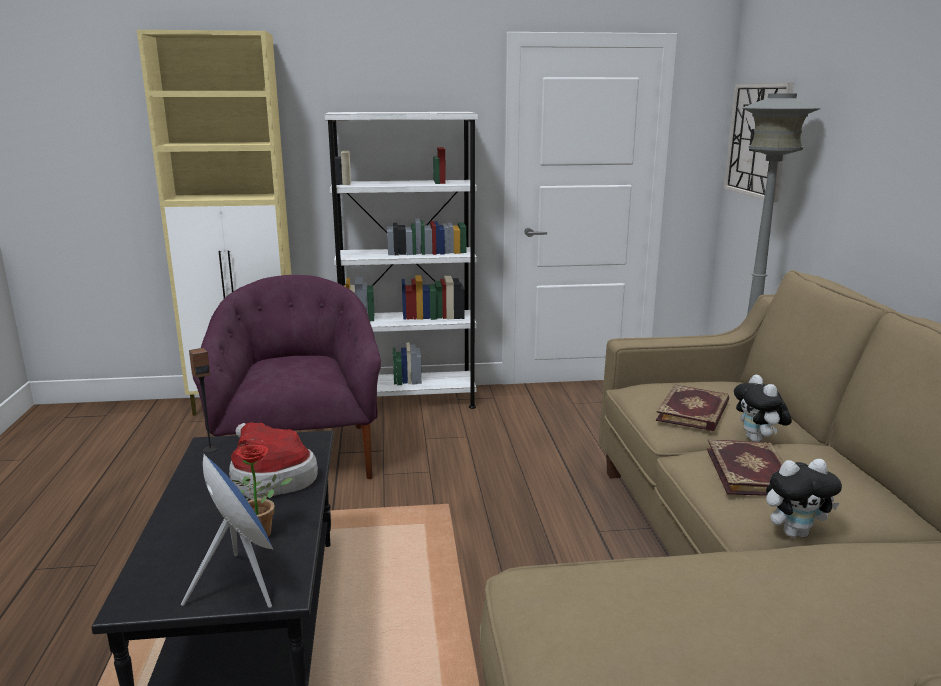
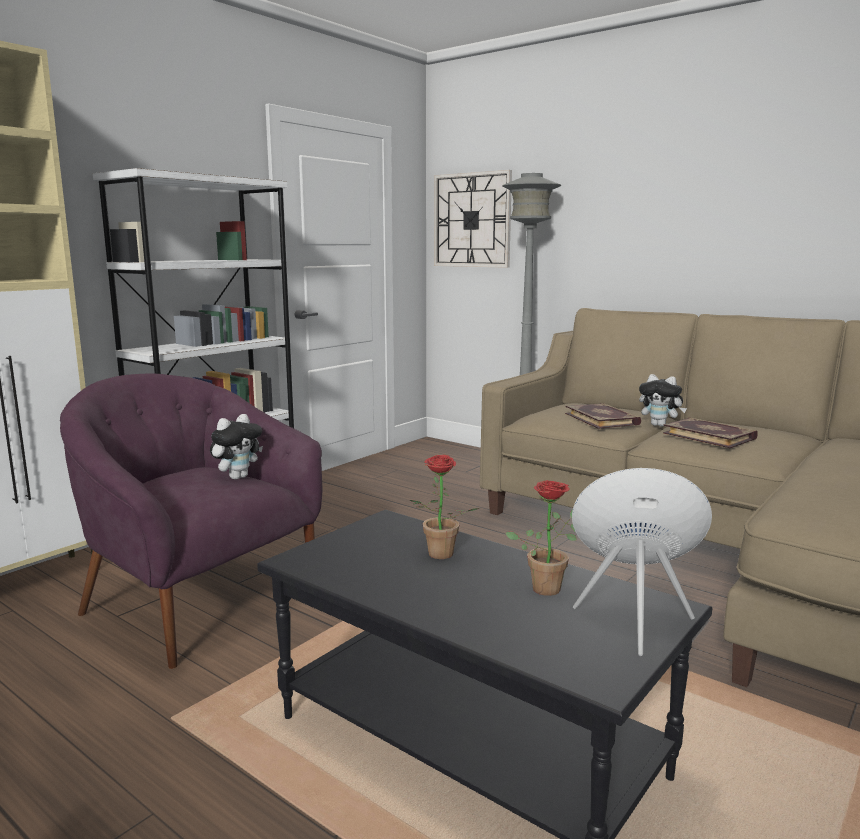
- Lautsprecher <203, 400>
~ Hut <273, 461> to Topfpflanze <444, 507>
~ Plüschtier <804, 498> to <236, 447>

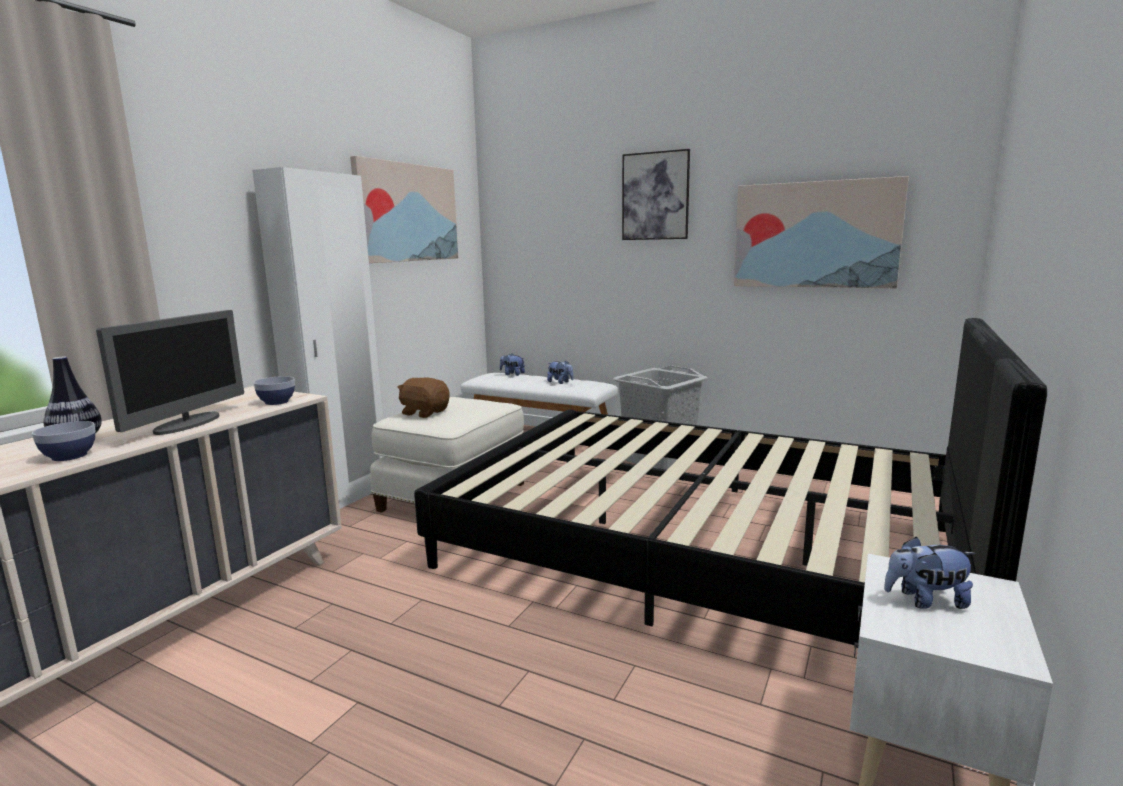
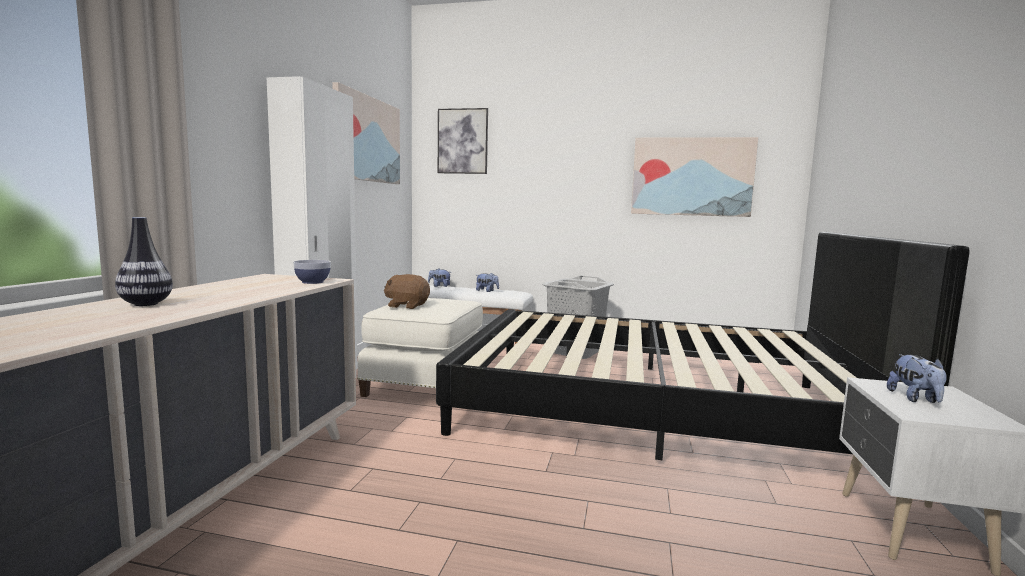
~ Bild <656, 194> to <463, 141>
- Monitor <170, 372>
- Schüssel <64, 441>
~ Plüschtier <929, 573> = <917, 378> 75 degrees counterclockwise

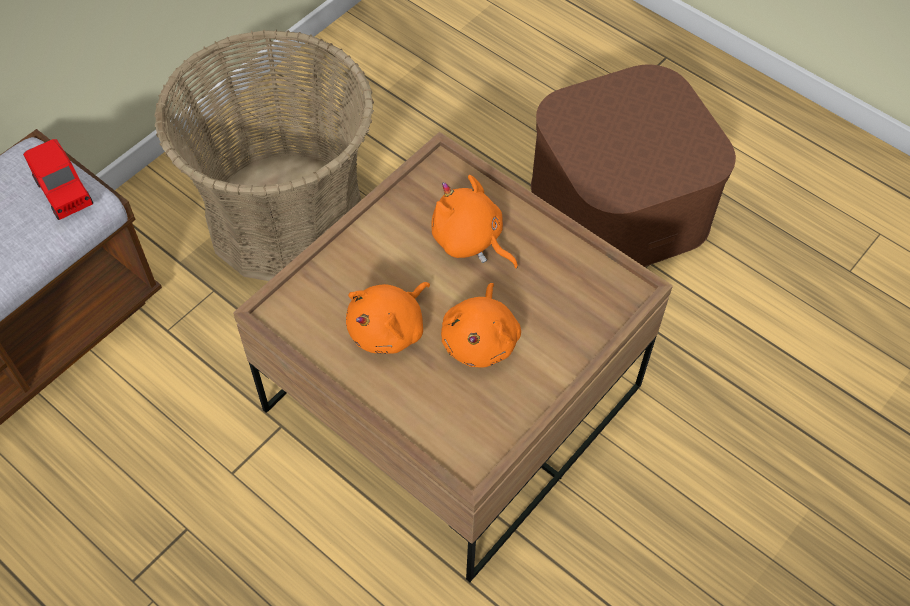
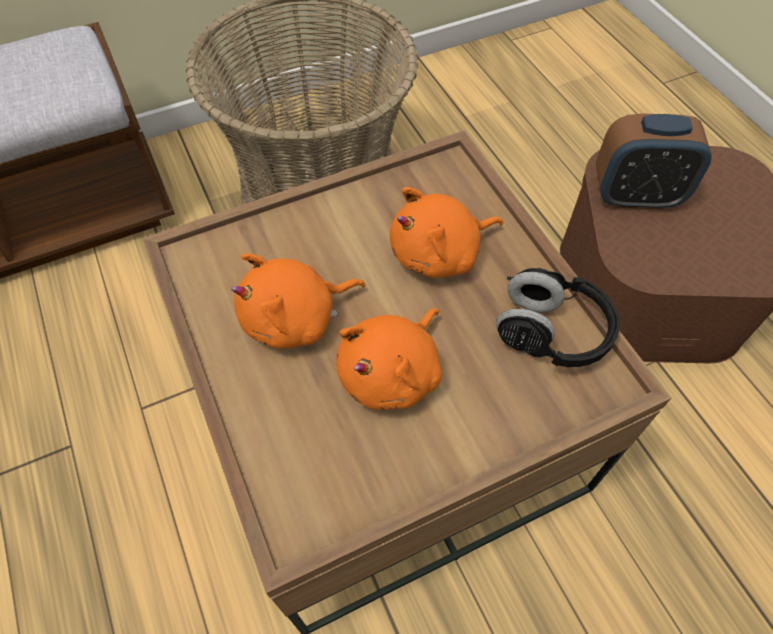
- Spielzeugauto/rot <58, 179>
~ Plüschtier/orange <474, 221> = <446, 232> 90 degrees counterclockwise
+ Wecker <654, 161>
+ Kopfhörer/schwarz <558, 317>

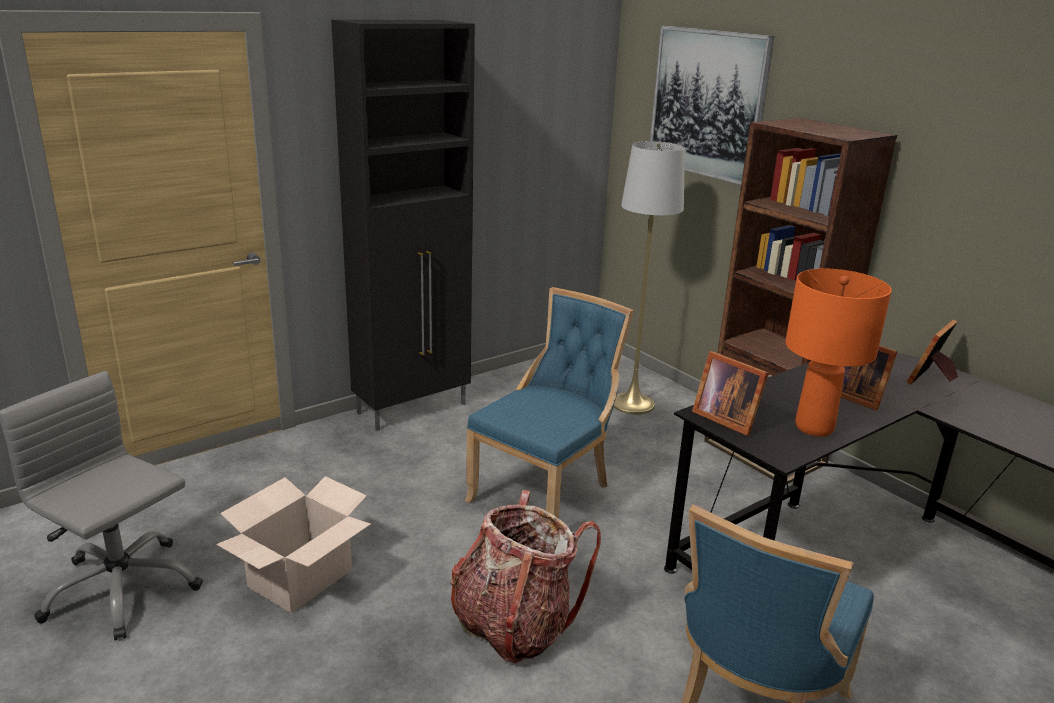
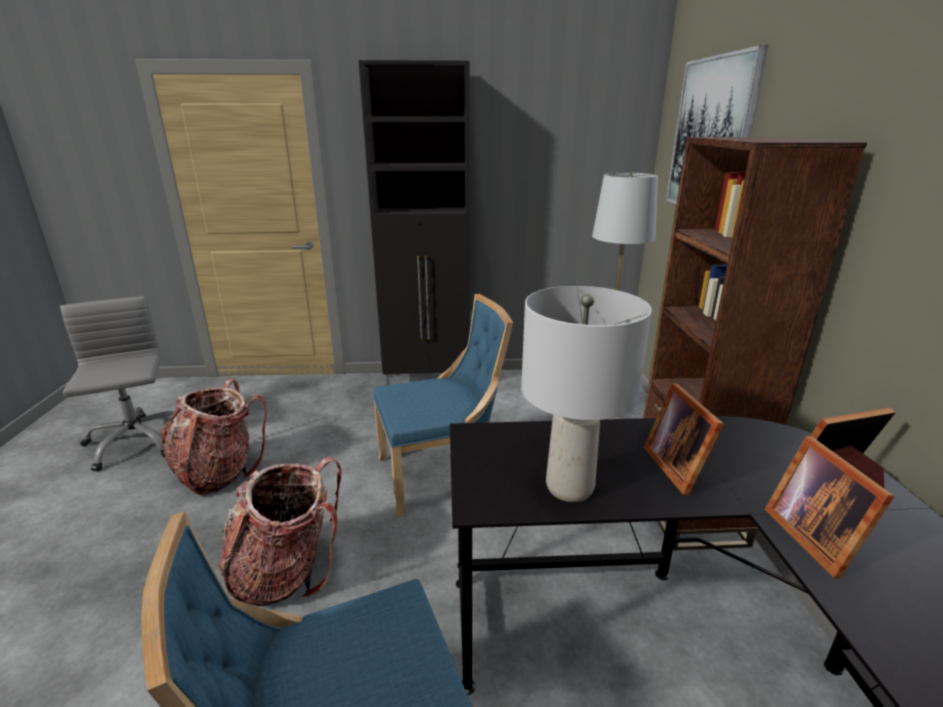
~ Tischlampe/orange <838, 352> to Tischlampe/grau <586, 394>
~ Bilderrahmen <730, 393> to <830, 507>
~ Karton <293, 544> to Rucksack <213, 437>

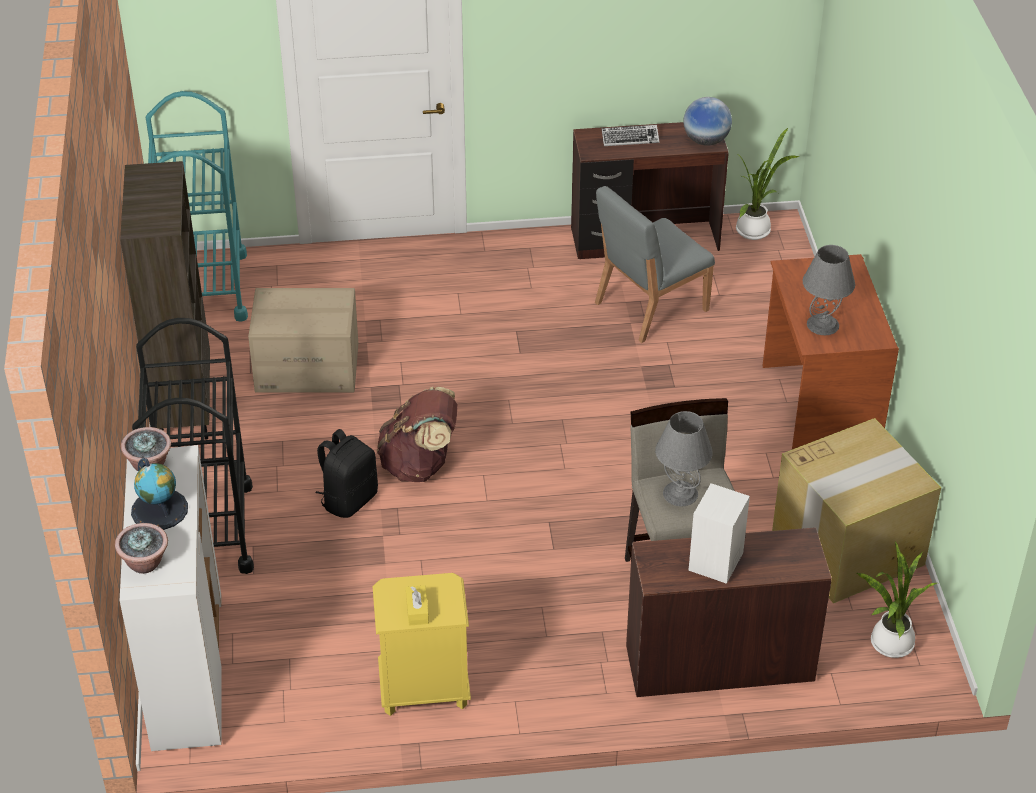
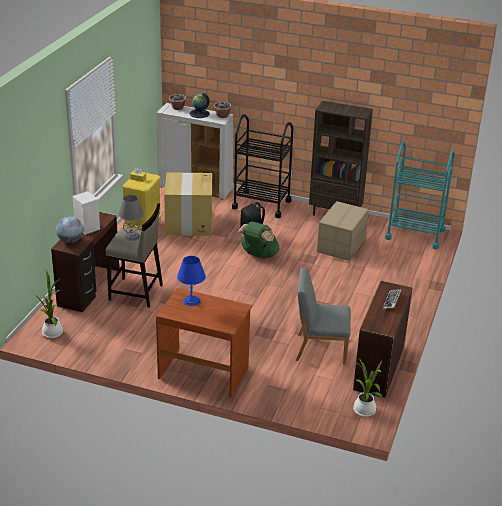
~ Globus <707, 121> to <69, 229>
~ Stuhl/grau <655, 264> = <323, 316> 75 degrees counterclockwise
~ Tischlampe/grau <829, 290> to Tischlampe/blau <191, 281>
~ Rucksack/braun <417, 434> to Rucksack/grün <259, 240>
~ Karton <856, 510> to <188, 204>

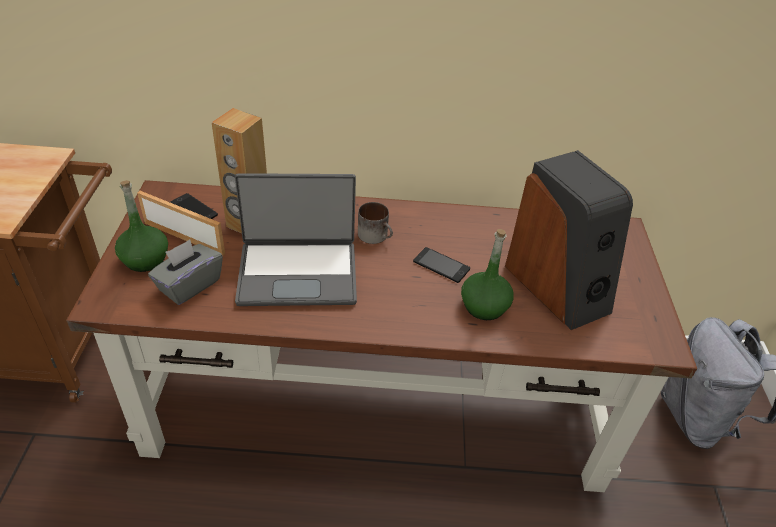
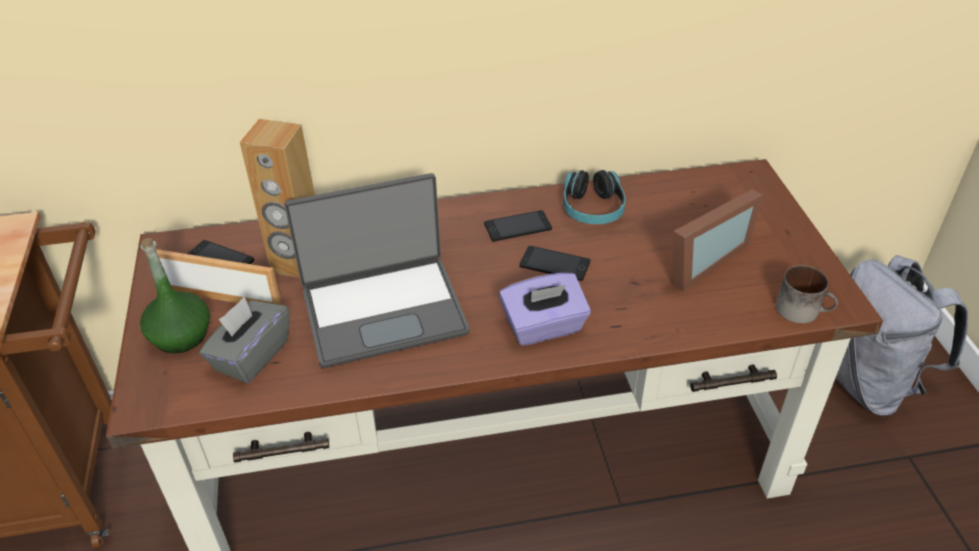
~ Lautsprecher <569, 240> to Bilderrahmen <718, 240>
~ Henkelbecher <375, 223> to <807, 294>
- Flasche/grün <487, 274>
+ Kopfhörer <595, 197>
+ Handy <518, 226>
+ Taschentuchbox/lila <545, 309>

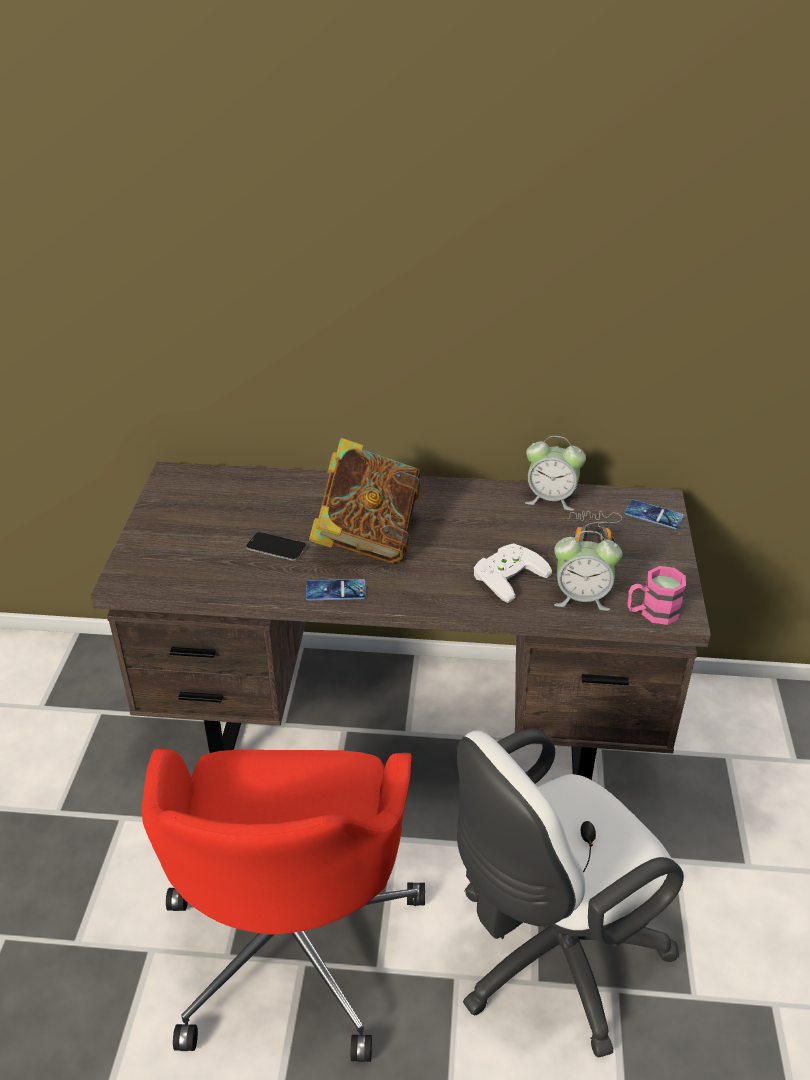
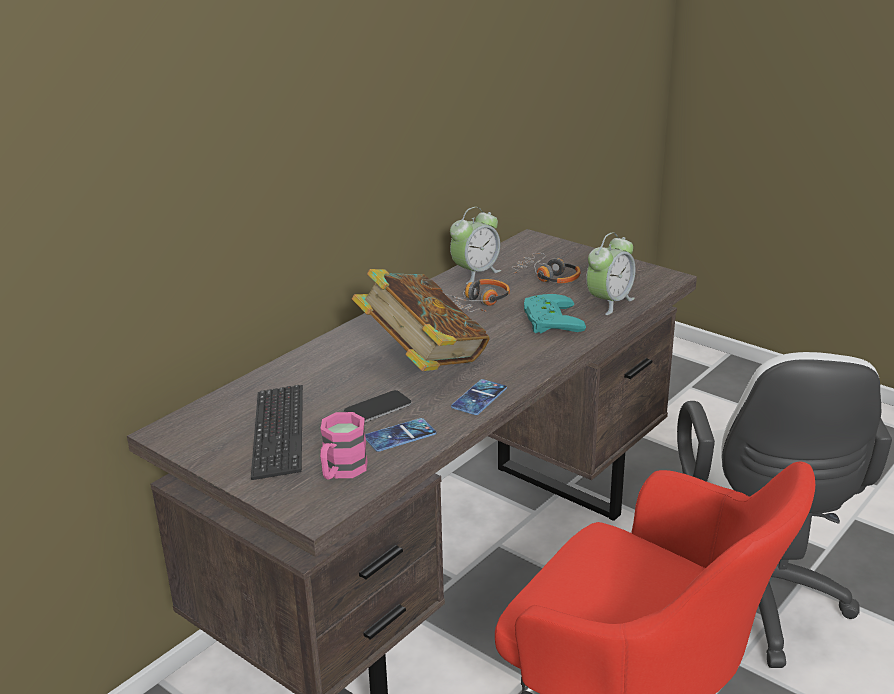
~ Handy <654, 514> to <400, 435>
~ Gamepad/weiß <513, 573> to Gamepad/türkis <555, 313>
~ Henkelbecher/rosa <656, 595> to <344, 445>
+ Kopfhörer <477, 295>
+ Tastatur <277, 432>

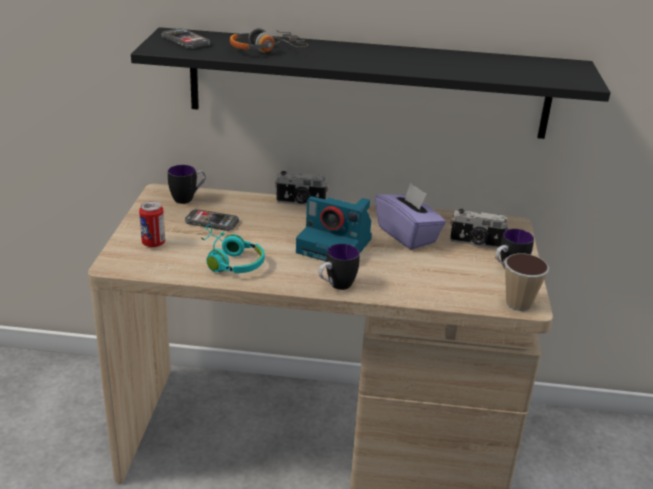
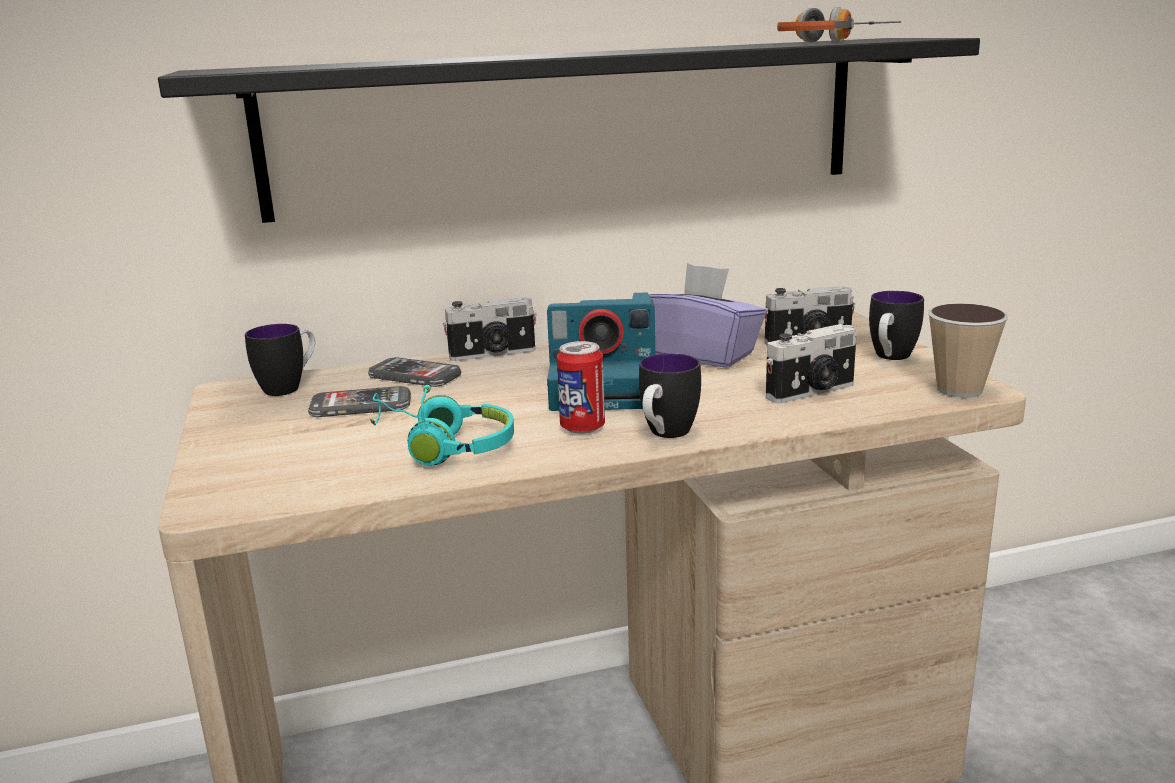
~ Handy <185, 38> to <414, 372>
~ Kopfhörer <269, 40> to <839, 25>
~ Dose <152, 224> to <581, 387>
+ Kamera <811, 363>

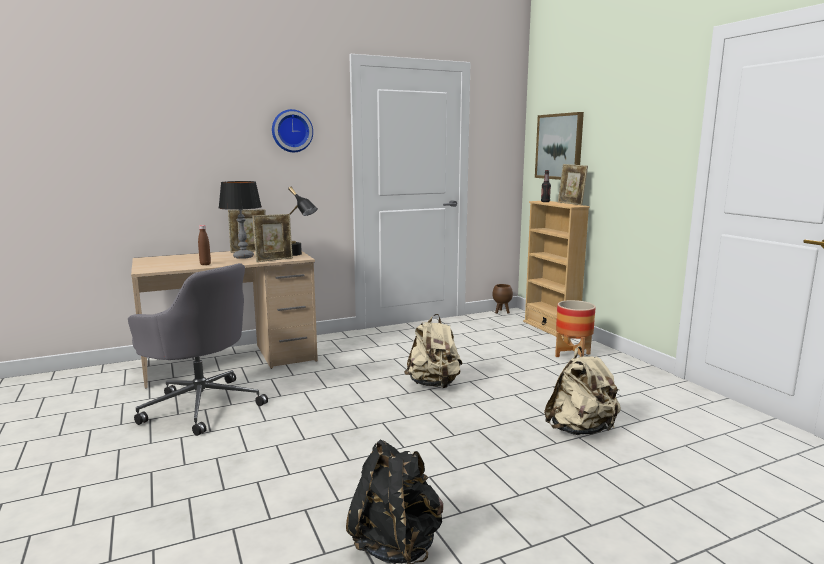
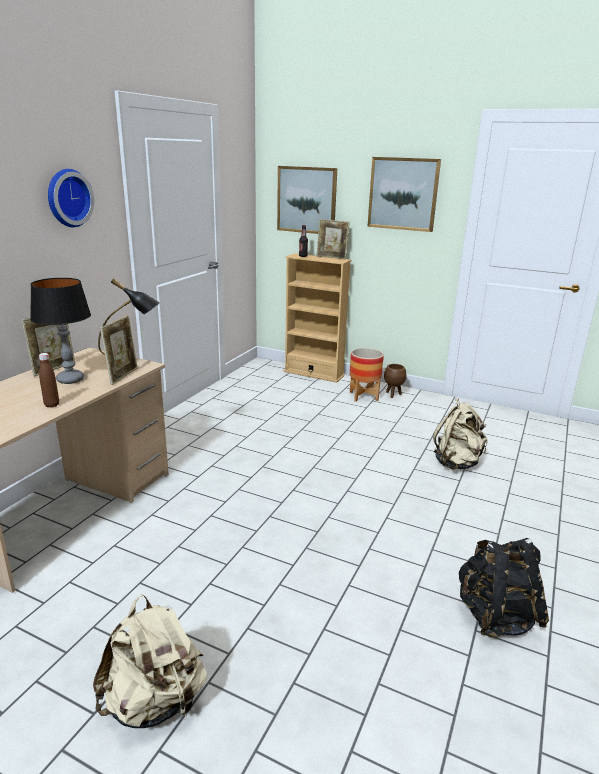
- Bürostuhl/grau <198, 349>
~ Pflanzkübel/braun <502, 299> to <395, 381>
~ Rucksack/beige <433, 351> to <150, 661>
+ Bild <404, 194>

